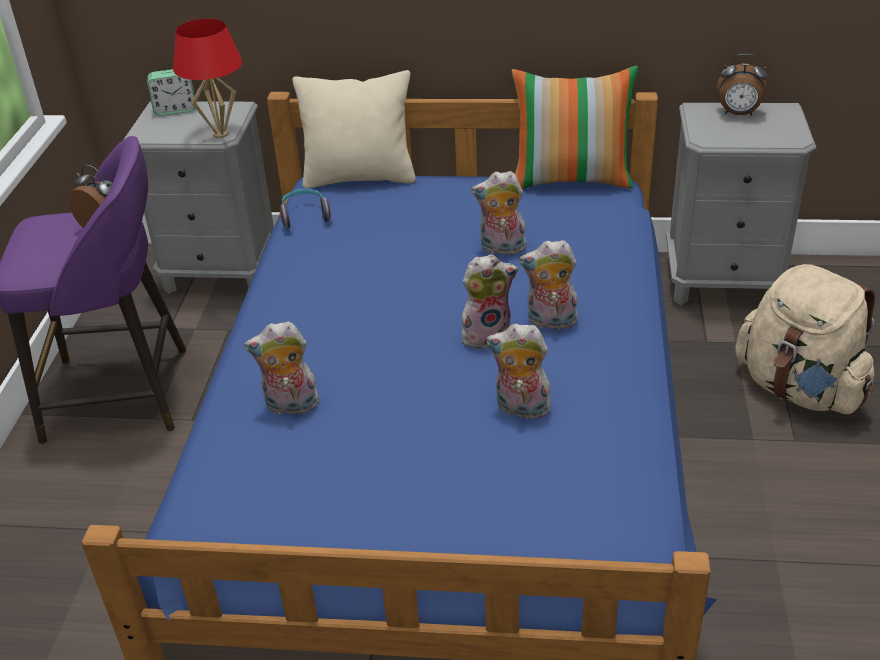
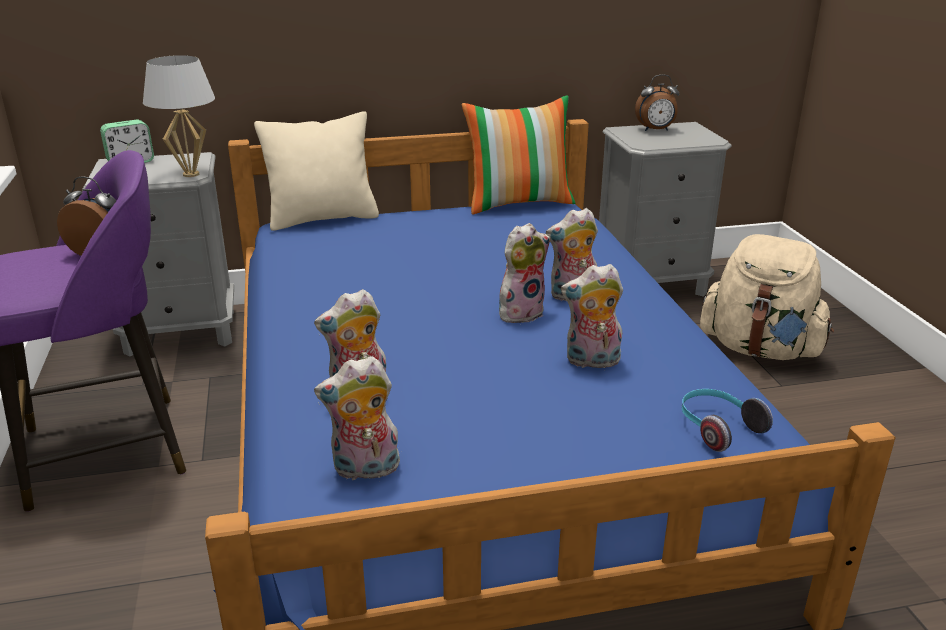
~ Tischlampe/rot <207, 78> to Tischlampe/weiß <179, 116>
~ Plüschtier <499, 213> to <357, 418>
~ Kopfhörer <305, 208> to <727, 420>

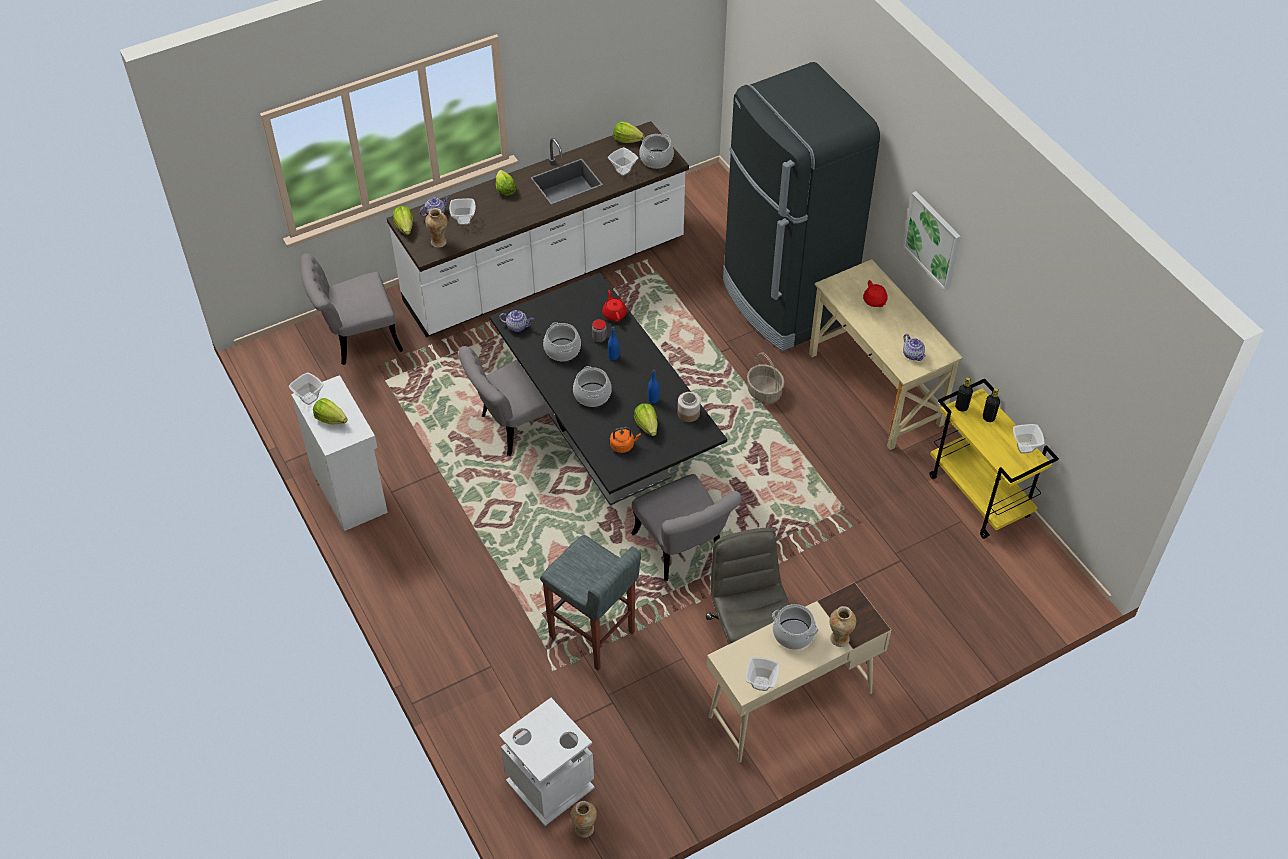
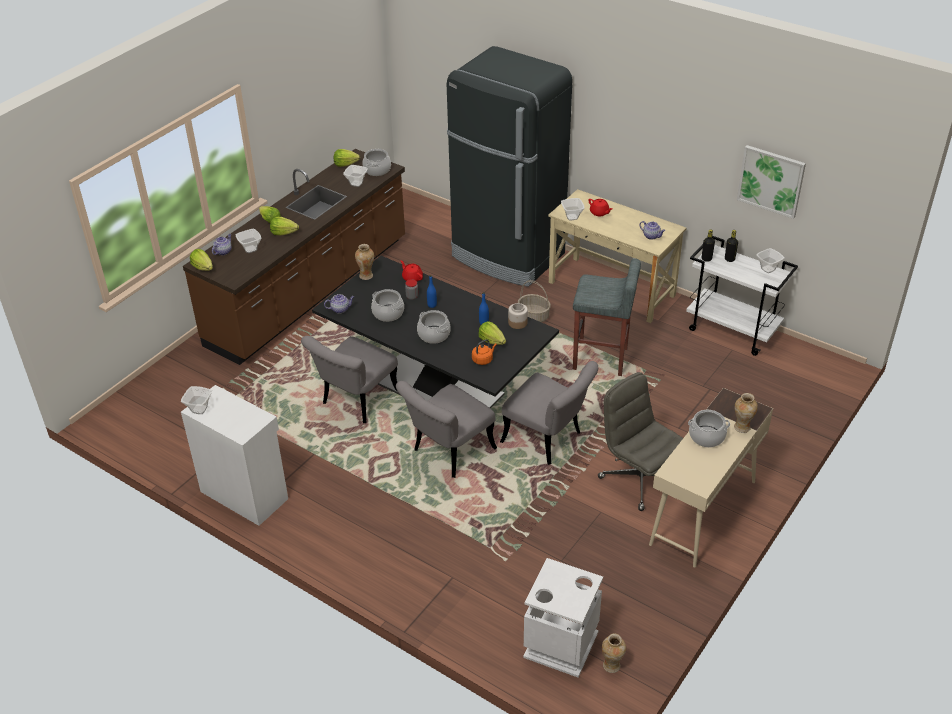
~ Küchenzeile/weiß <538, 229> to Küchenzeile/braun <294, 257>
~ Bild <931, 241> to <771, 182>
~ Vase <436, 228> to <364, 262>
~ Stuhl/grau <351, 309> to <446, 429>
~ Rollwagen/gelb <994, 458> to Rollwagen/weiß <742, 296>
~ Salatkopf <330, 411> to <284, 226>
~ Hocker/grau <590, 603> to <607, 317>
~ Schüssel <762, 674> to <572, 209>

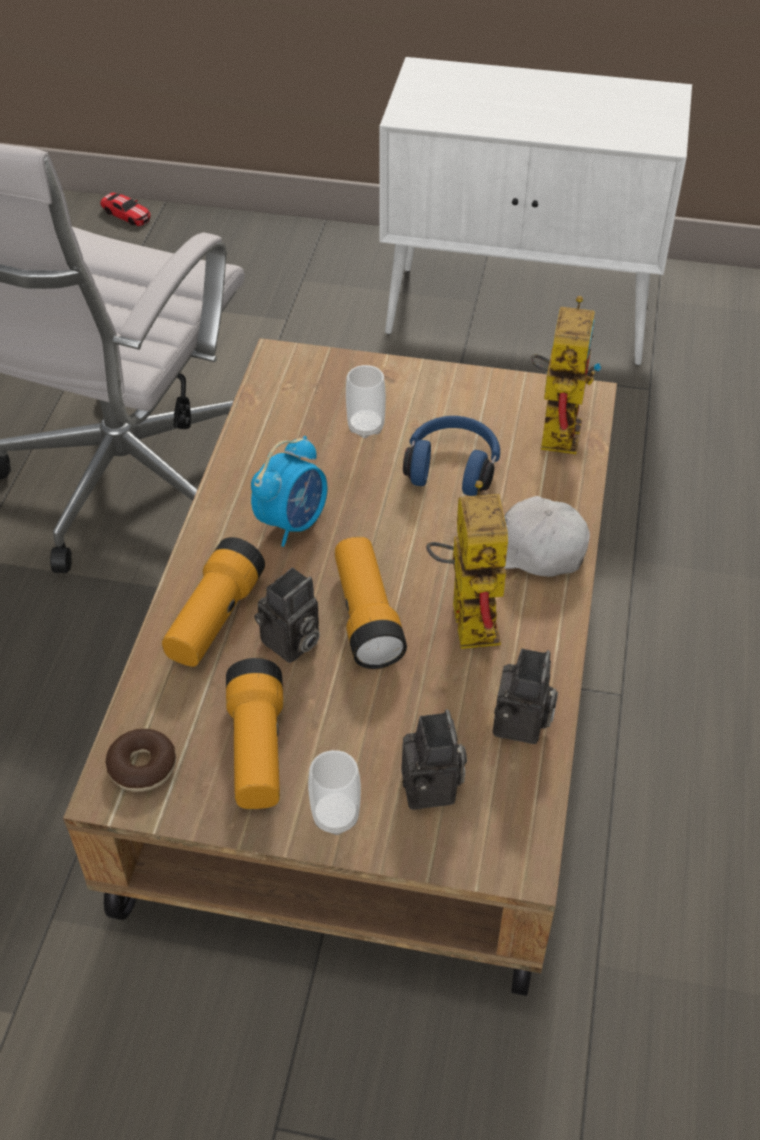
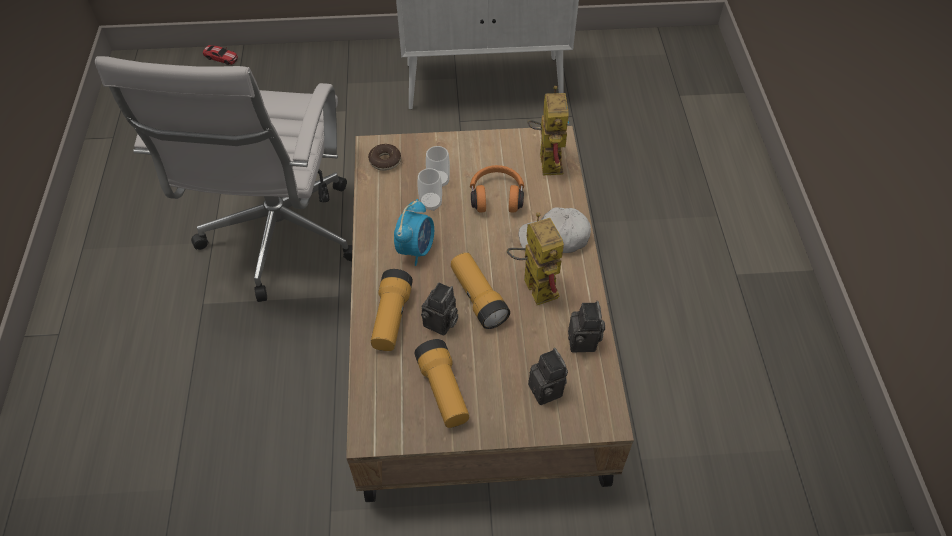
~ Kopfhörer/blau <451, 456> to Kopfhörer/orange <497, 189>
~ Donut <141, 760> to <384, 157>
~ Tasse <334, 792> to <430, 189>

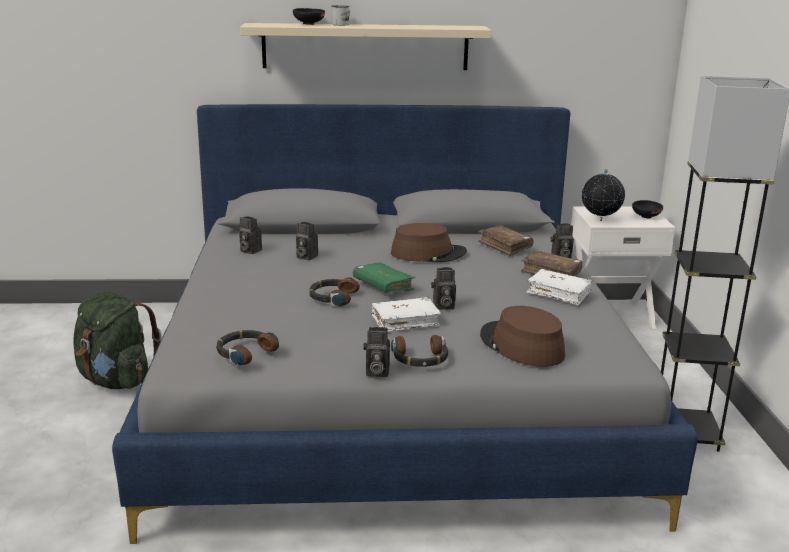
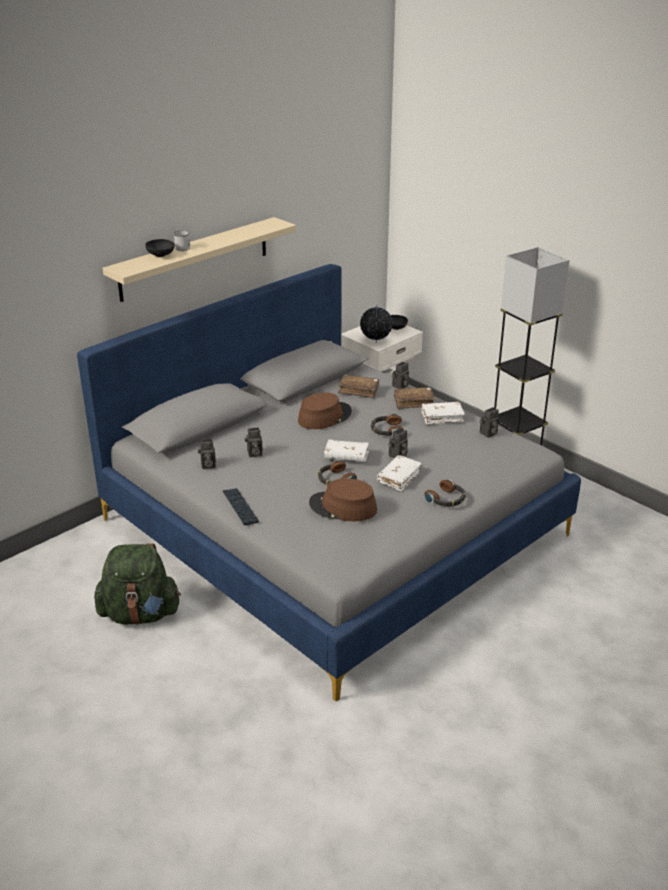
~ Buch/grün <384, 278> to Buch/weiß <346, 451>
~ Hut/braun <522, 336> to <343, 499>
~ Kamera <376, 352> to <489, 422>
~ Kopfhörer <247, 348> to <387, 425>
+ Tastatur <240, 506>

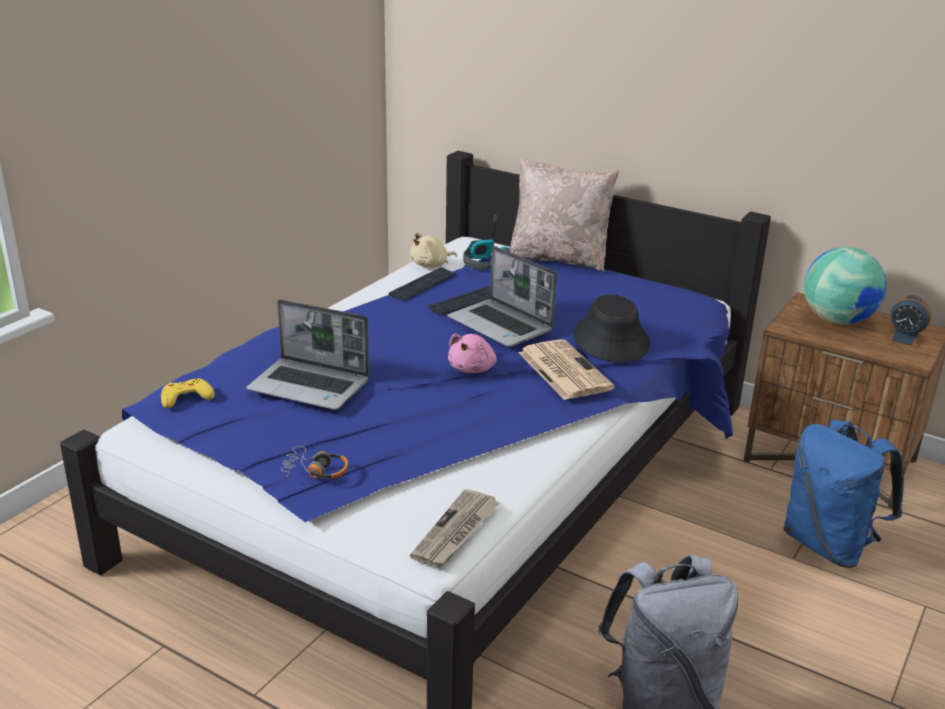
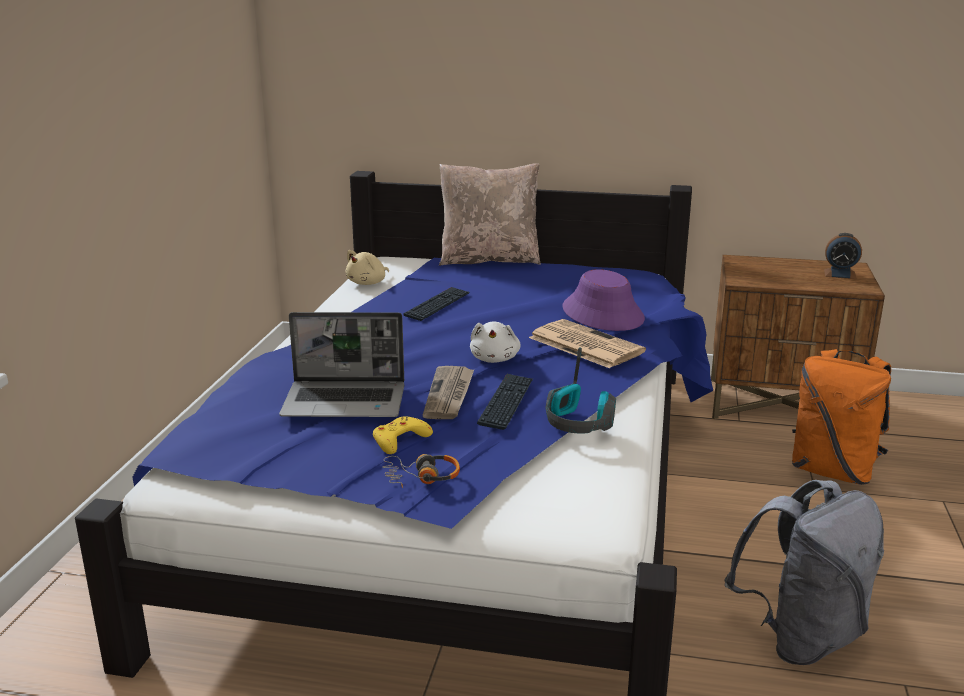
~ Kopfhörer <487, 242> to <581, 390>
- Laptop <502, 296>
- Globus <845, 286>
~ Tastatur <423, 284> to <505, 402>
~ Hut/schwarz <612, 328> to Hut/lila <603, 300>
~ Plüschtier/rosa <472, 353> to Plüschtier/weiß <495, 342>
~ Gamepad/gelb <188, 393> to <403, 435>
~ Rucksack/blau <844, 494> to Rucksack/orange <841, 417>
~ Zeitung <455, 528> to <448, 392>

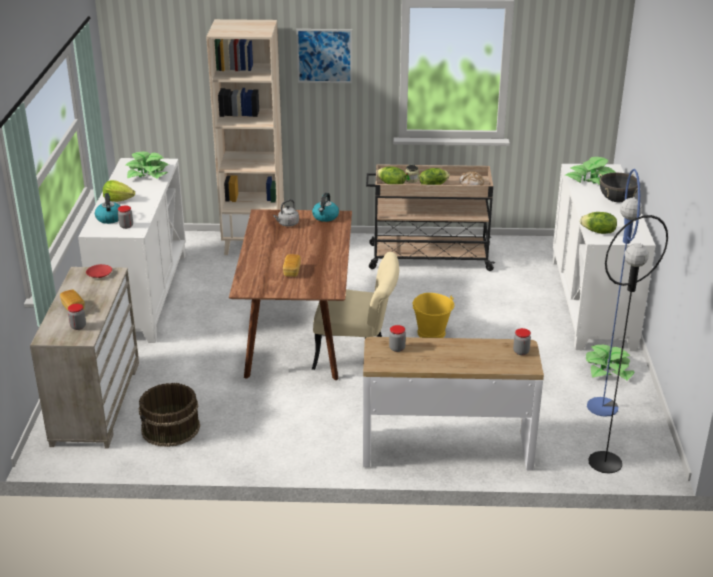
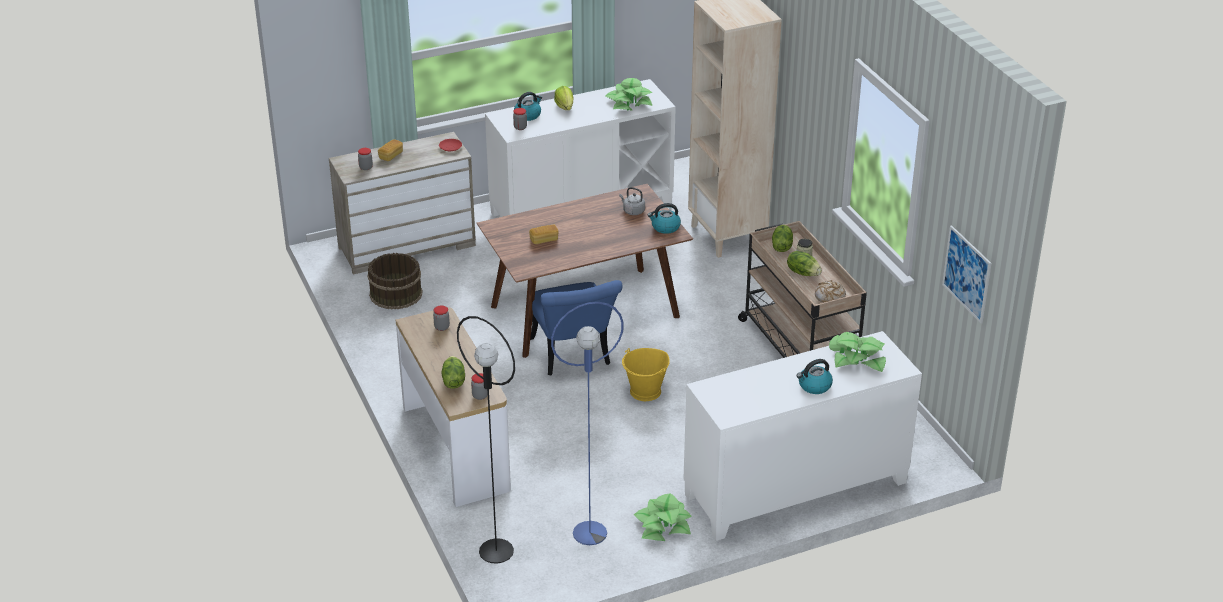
~ Bild <324, 56> to <967, 274>
~ Kochtopf/schwarz <620, 187> to Wasserkessel <815, 376>
~ Salatkopf <598, 223> to <453, 372>
~ Stuhl/beige <355, 311> to Stuhl/blau <576, 327>

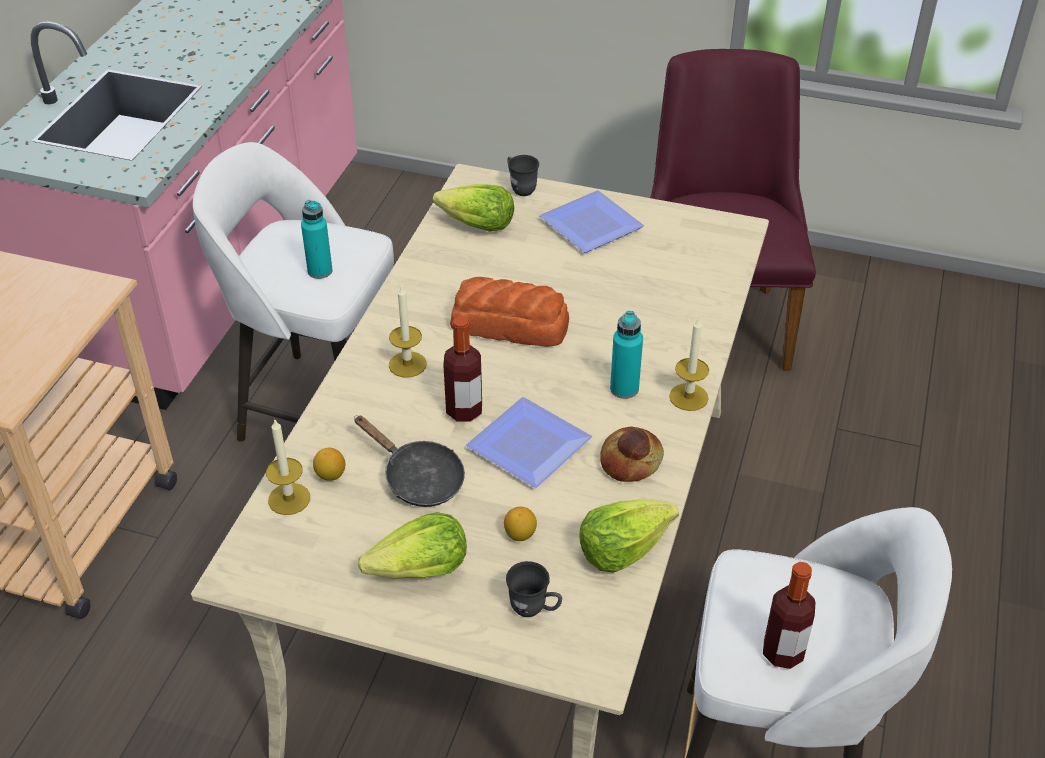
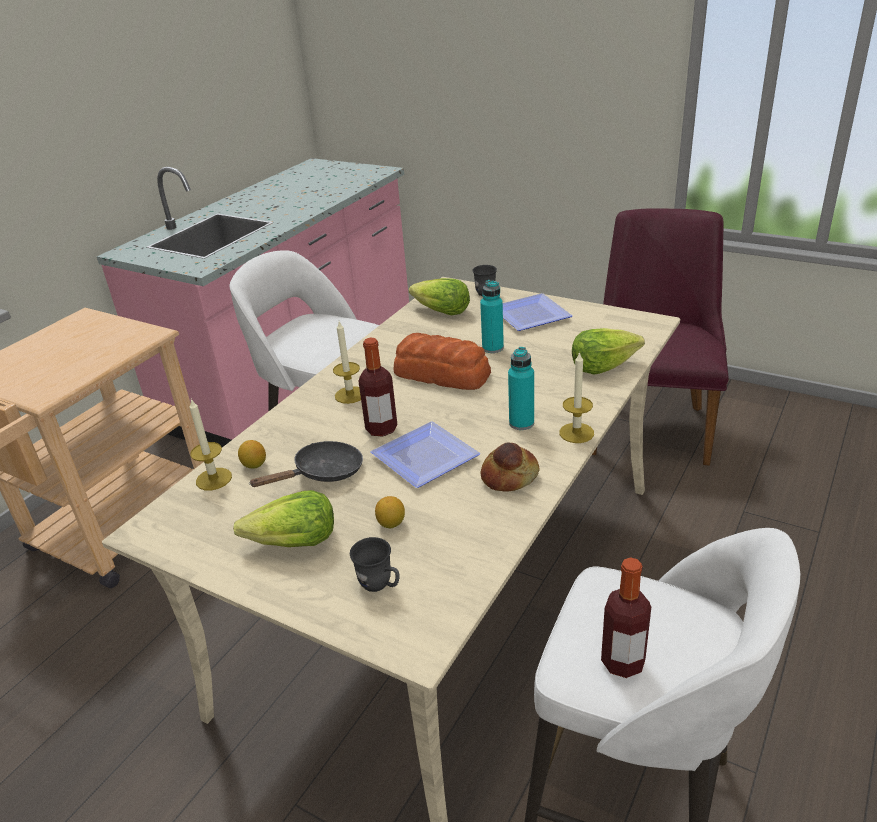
~ Flasche/türkis <317, 239> to <492, 316>
~ Pfanne/schwarz <409, 461> = <306, 464> 90 degrees counterclockwise
~ Salatkopf <629, 536> to <608, 351>

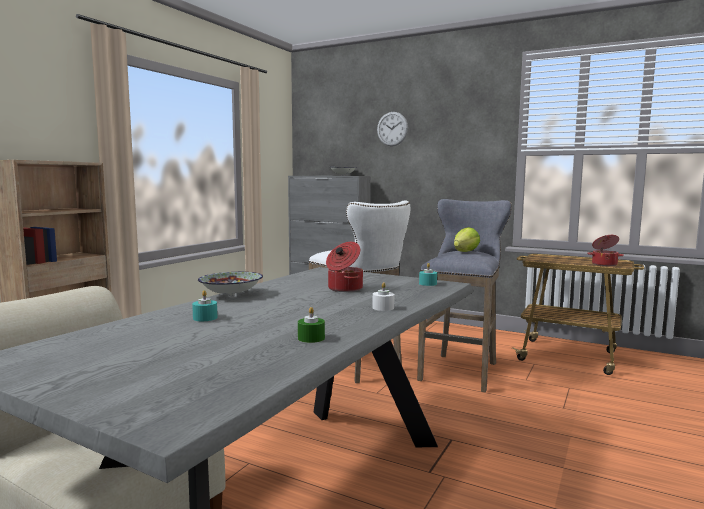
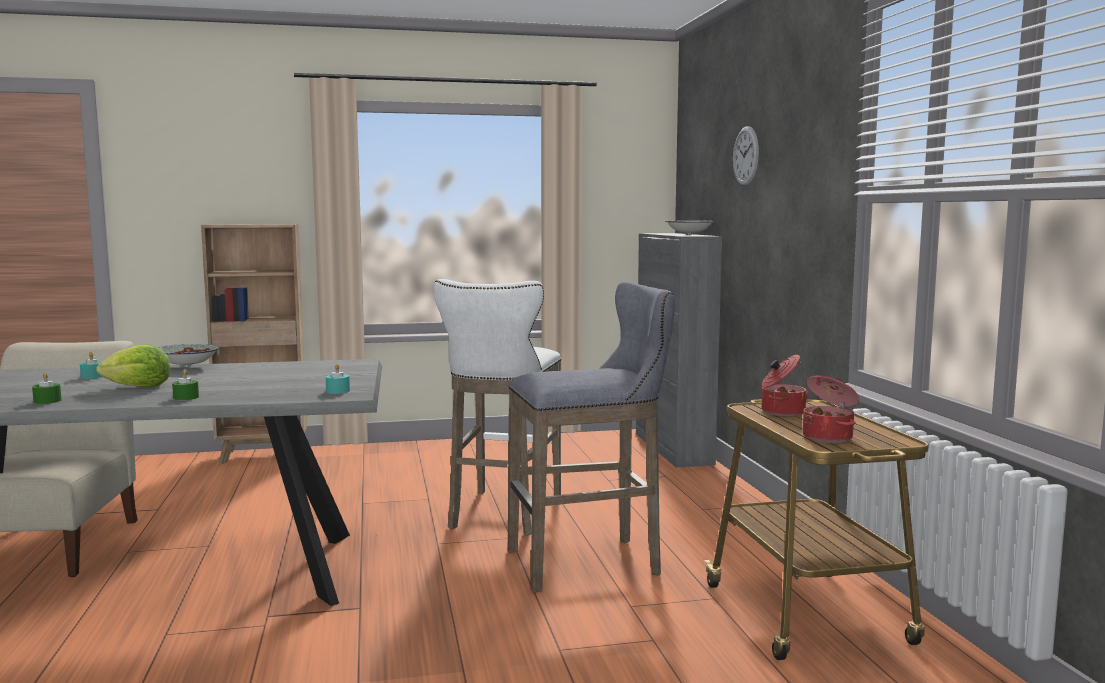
~ Salatkopf <467, 239> to <133, 366>
~ Kochtopf <344, 267> to <784, 385>
~ Kerze/weiß <383, 296> to Kerze/grün <185, 384>

